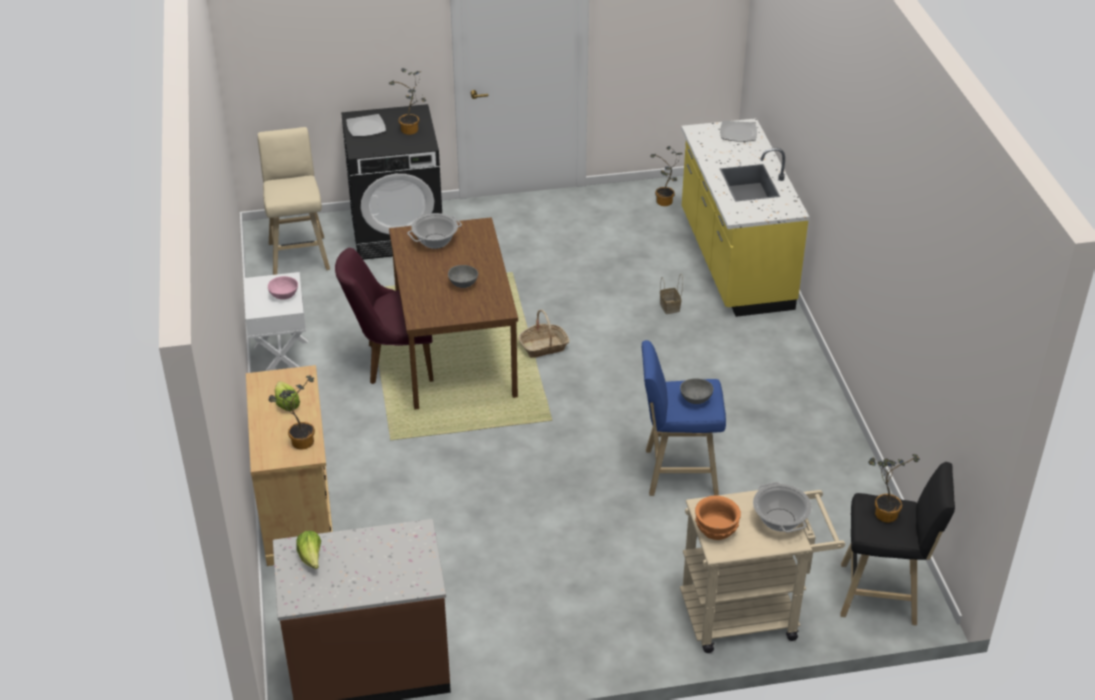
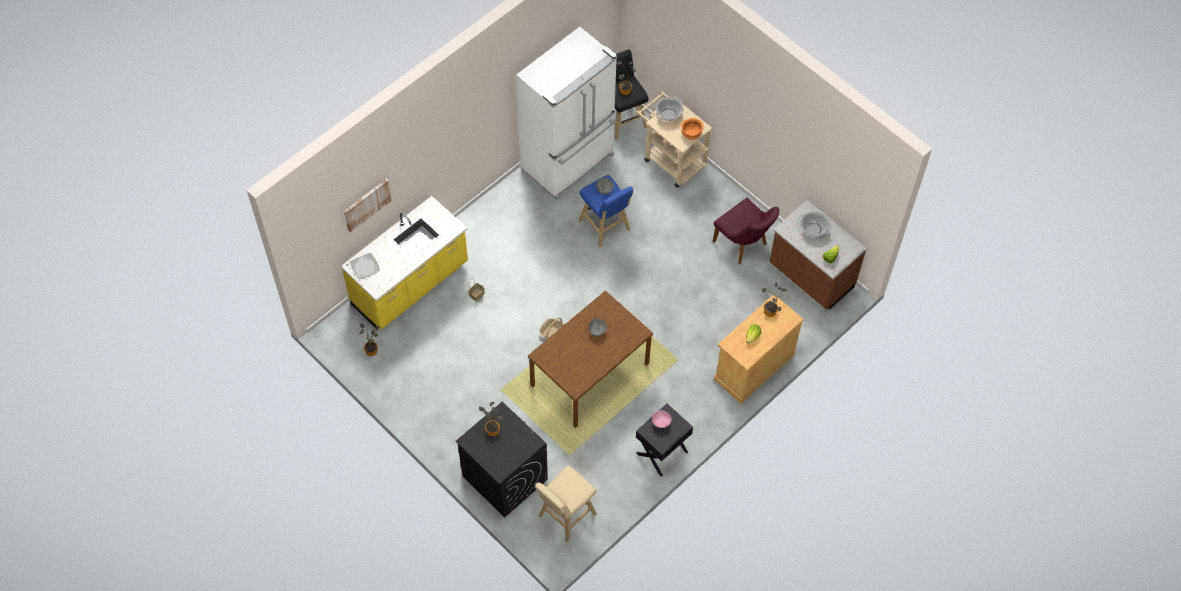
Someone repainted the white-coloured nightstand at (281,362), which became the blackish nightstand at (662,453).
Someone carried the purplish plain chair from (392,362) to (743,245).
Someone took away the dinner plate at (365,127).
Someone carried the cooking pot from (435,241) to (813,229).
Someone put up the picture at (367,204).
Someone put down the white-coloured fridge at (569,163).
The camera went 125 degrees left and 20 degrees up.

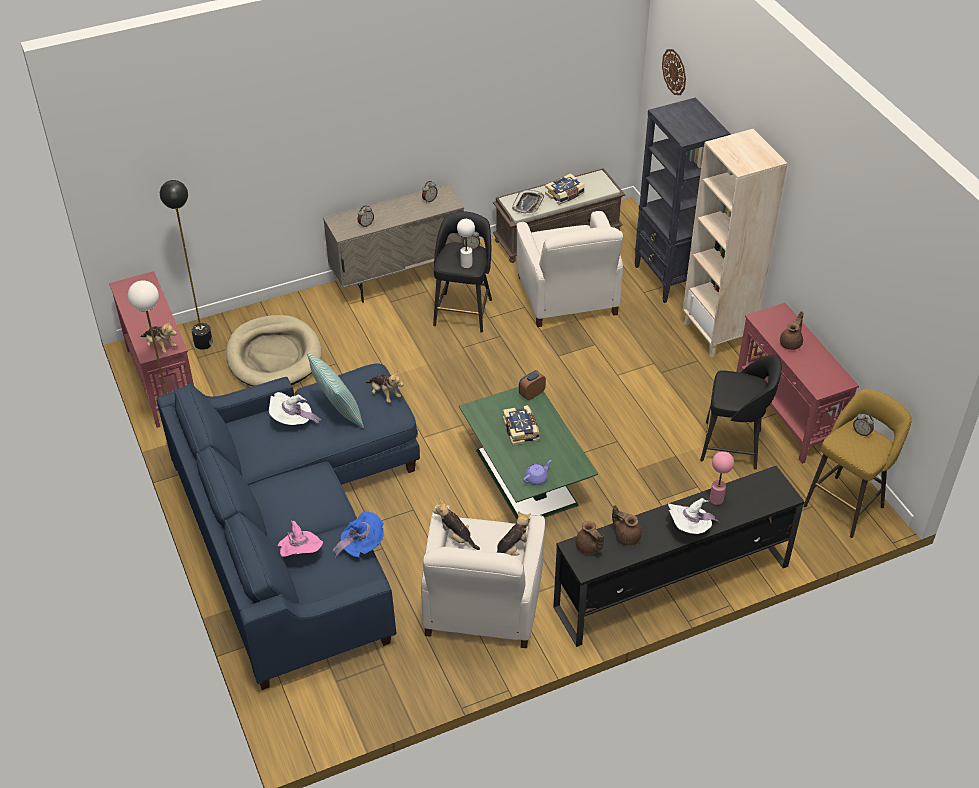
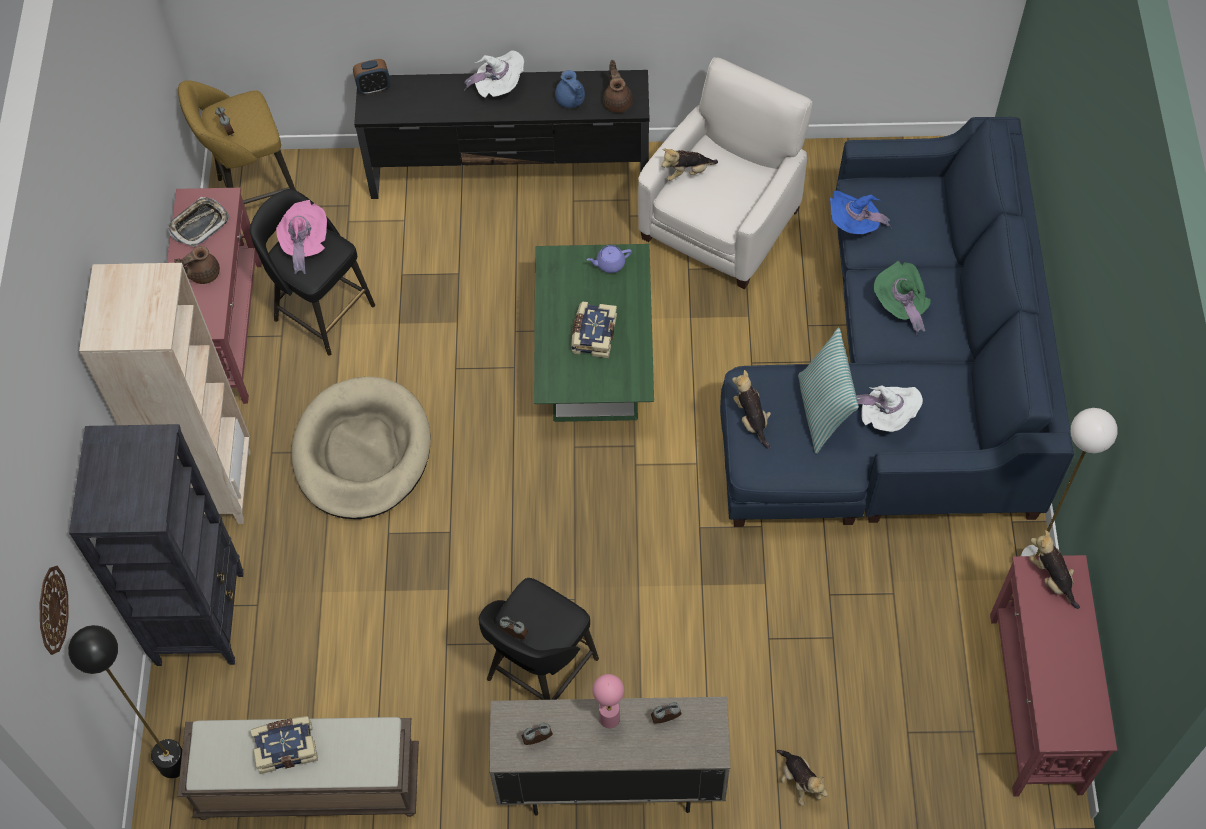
Someone carried the blackish floor lamp from (203,343) to (173,764).
Someone carried the sand-coloured dog cushion from (274,356) to (362,452).
Someone carried the pinkish hat from (300,553) to (303,243).
Someone carried the soft toy from (456,536) to (799,782).
Someone took away the white-coloured tabletop lamp at (466,264).
Someone carried the tray from (528,204) to (199,224).
Someone took away the white-coloured armchair at (567,296).
Someone carried the bedside clock from (531,394) to (374,88).
Someone repainted the brownish pot for tea at (626,536), which became the blue-coloured pot for tea at (570,100).
Someone carried the pinkish tabletop lamp from (716,499) to (609,719).
Someone put down the green hat at (900,305).
The camera went 155 degrees left and 15 degrees up.

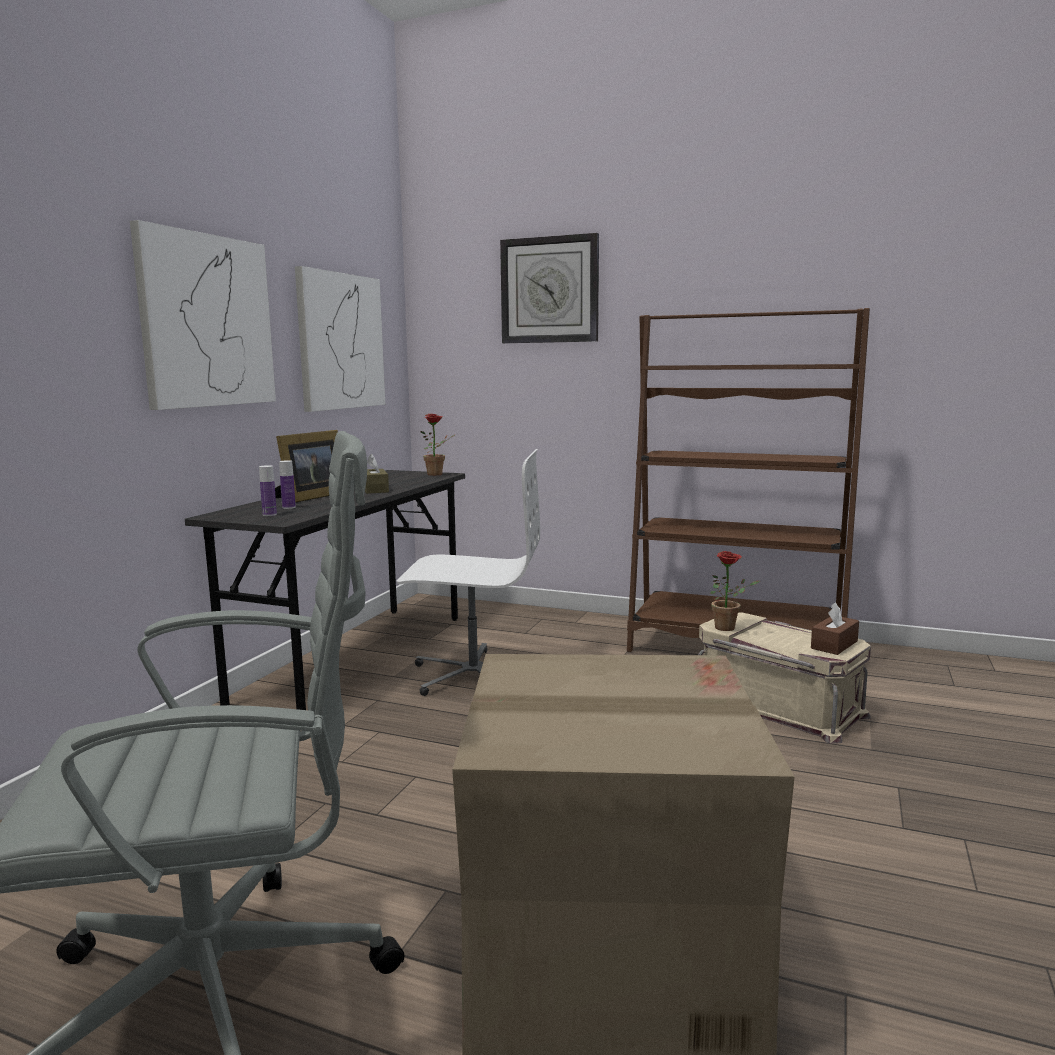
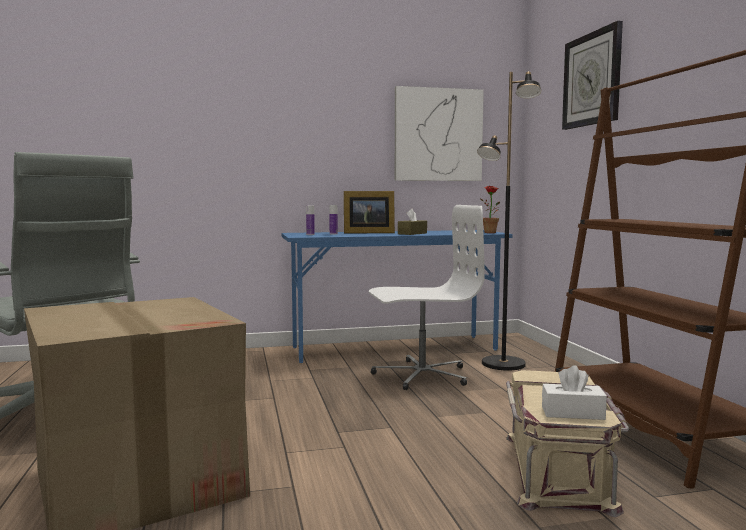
Someone took away the picture at (207,321).
Someone repainted the greyish desk table at (355,657), which became the blue-coloured desk table at (394,348).
Someone rotated the white-coloured computer chair at (473,675) by 75 degrees counterclockwise.
Someone took away the houseplant at (729,628).
Someone repainted the brownish box of tissues at (834,645), which became the white-coloured box of tissues at (572,413).
Someone put down the blackish floor lamp at (503,364).
The camera went 55 degrees right and 5 degrees down.

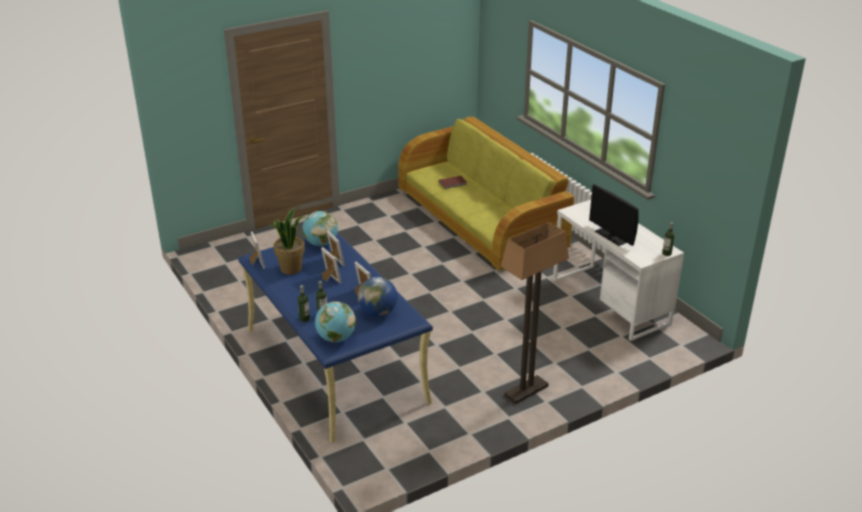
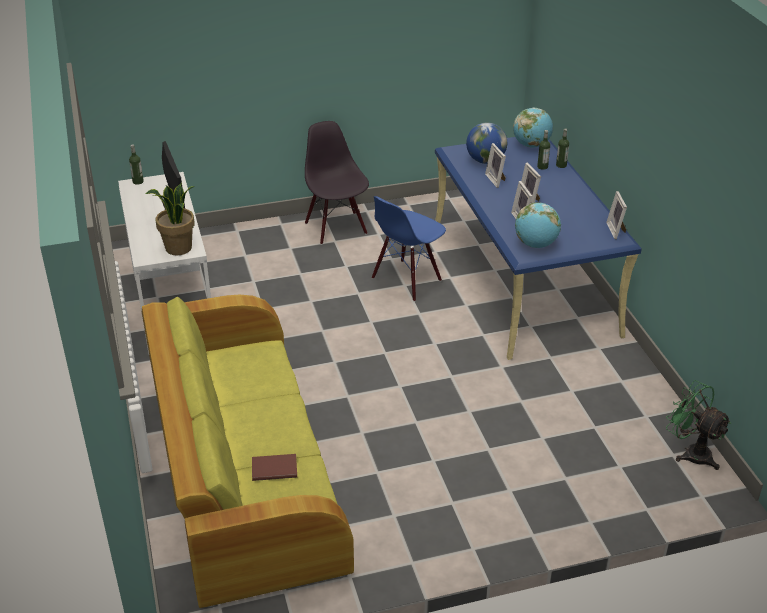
Someone carried the houseplant from (291,268) to (178,248).
Someone swapped the floor lamp at (526,391) for the blackish plain chair at (336,228).
Someone put down the blue-coloured plain chair at (406,280).
Someone put down the green electric fan at (691,452).
The camera went 165 degrees left and 5 degrees up.

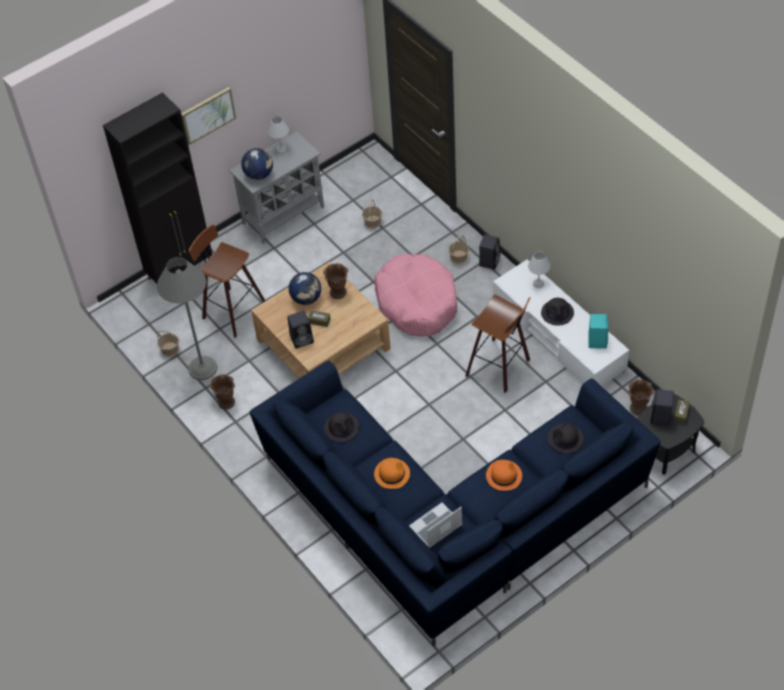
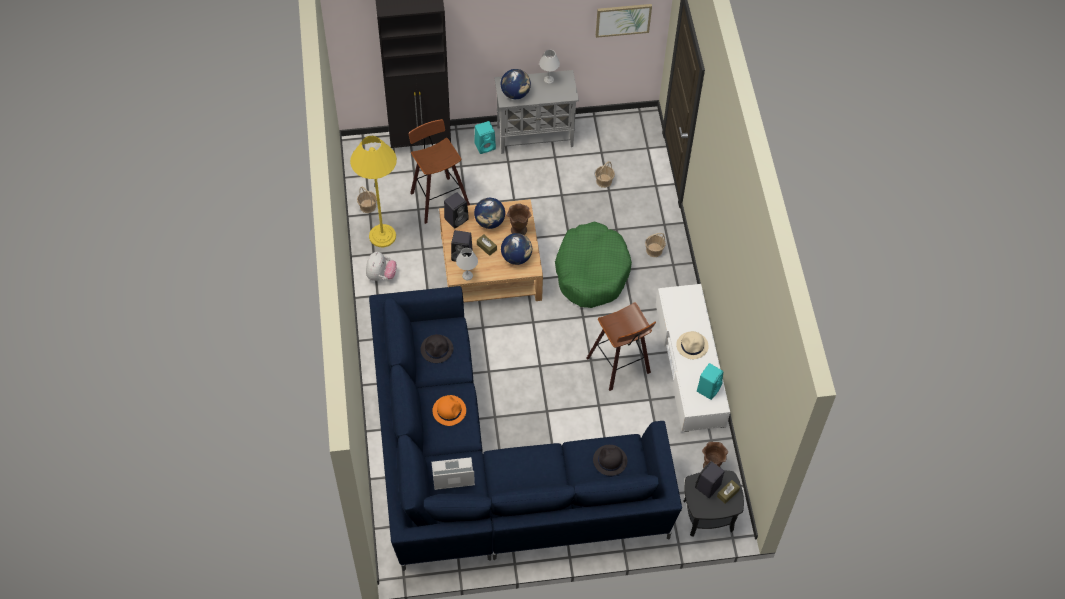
Someone repainted the greyish floor lamp at (203,368), which became the yellow floor lamp at (382,236).
Someone carried the picture from (207,115) to (623,19).
Someone swapped the brownish vase at (226,402) for the soft toy at (381,275).
Someone repainted the pinkish dog cushion at (417,302), which became the green dog cushion at (591,271).
Someone carried the blackish speaker from (489,261) to (456,218).
Someone took away the orange hat at (503,475).
Someone carried the white-coloured tabletop lamp from (538,283) to (467,275).
Someone repainted the blackish hat at (557,313), which became the sand-coloured hat at (692,346).
Someone put down the turquoise speaker at (485,146).
Someone put down the globe at (516,257).
The camera went 25 degrees right and 5 degrees up.

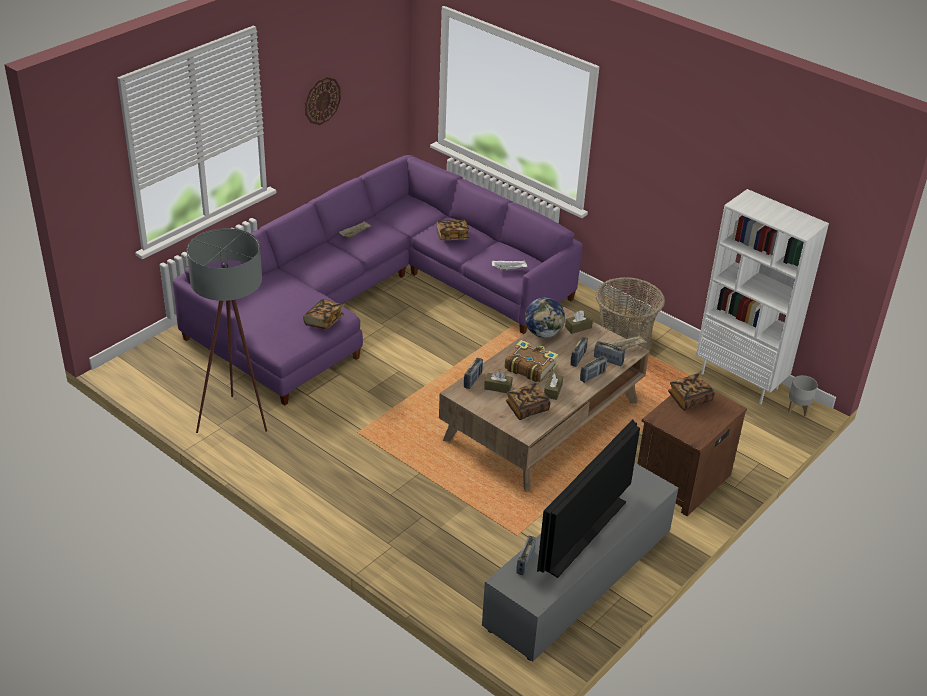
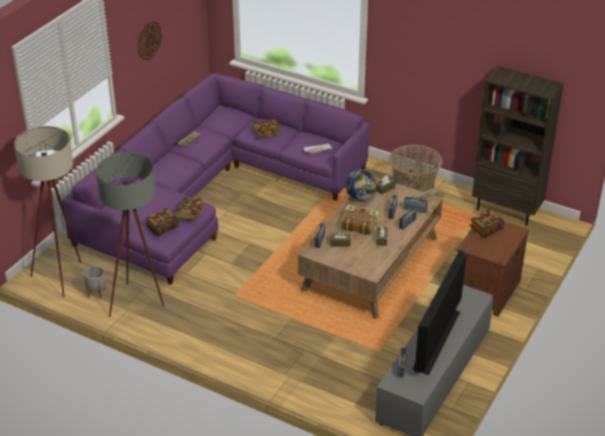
Someone carried the volume from (527,408) to (162,227).
Someone repainted the white-coloured bookshelf at (740,381), which became the brownish bookshelf at (507,210).
Someone carried the greyish flower pot from (798,409) to (96,293).
Someone put down the sand-coloured floor lamp at (63,275).
The camera went 10 degrees left and 0 degrees up.

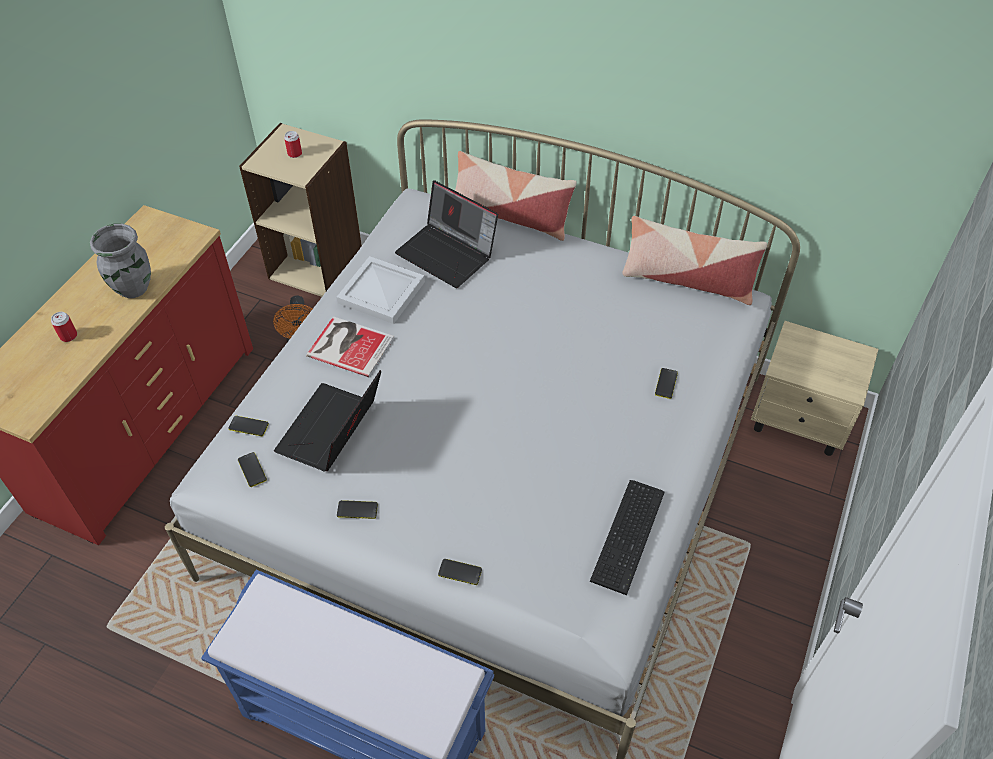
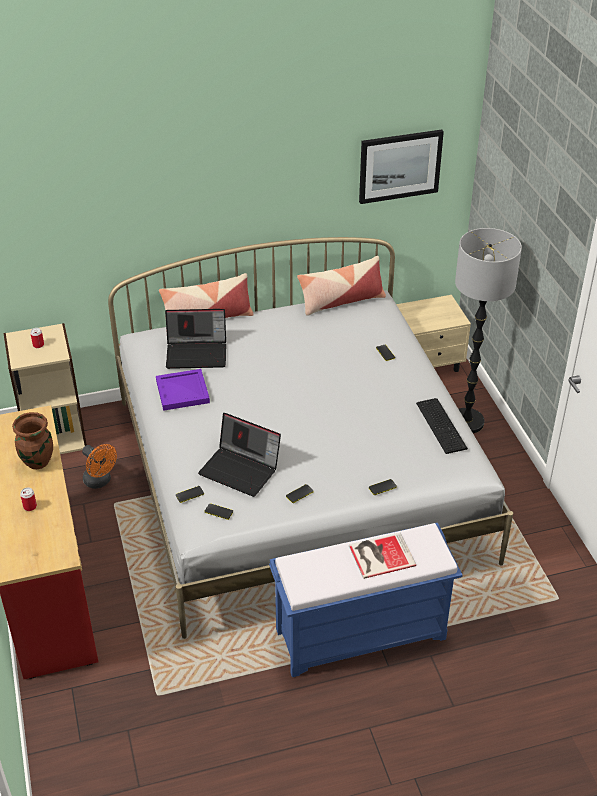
Someone repainted the greyish vase at (133,288), which became the brownish vase at (37,462).
Someone rotated the laptop at (331,432) by 45 degrees counterclockwise.
Someone carried the volume from (349,345) to (380,555).
Someone repainted the white-coloured tray at (382,293), which became the purplish tray at (183,392).
Someone put up the picture at (400,166).
Someone put down the floor lamp at (466,422).
The camera went 40 degrees left and 10 degrees down.

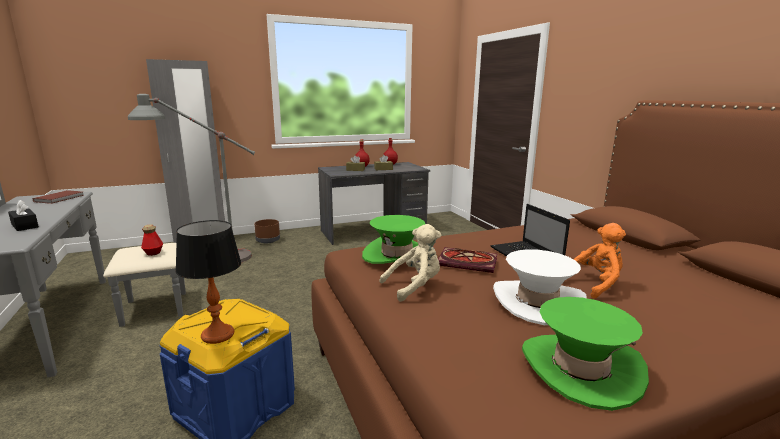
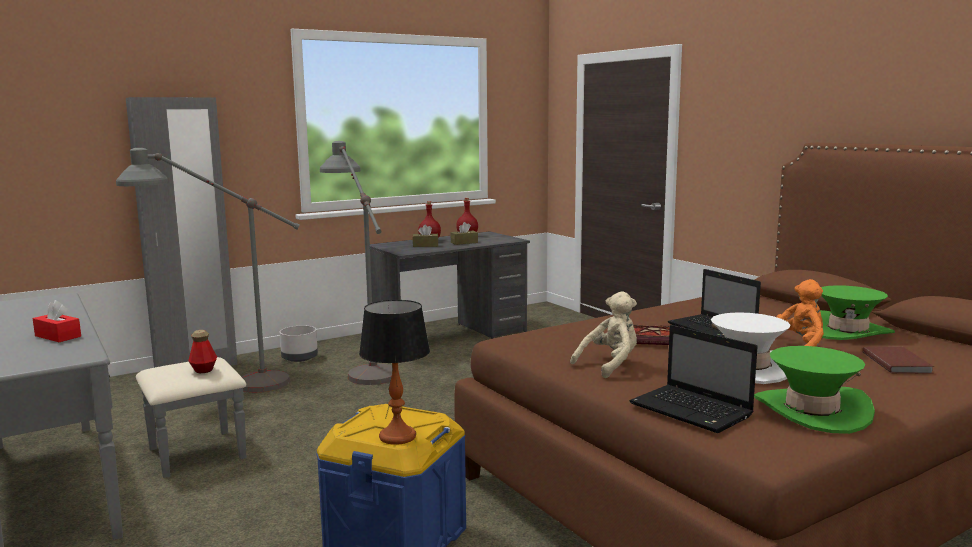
Someone repainted the blackish box of tissues at (25,226), which became the reddish box of tissues at (58,336).
Someone carried the brownish volume from (60,198) to (897,362).
Someone repainted the brownish flower pot at (268,240), which became the greyish flower pot at (300,358).
Someone carried the green hat from (396,255) to (847,331).
Someone put down the greyish floor lamp at (363,365).
Someone put down the laptop at (693,411).
The camera went 10 degrees left and 5 degrees down.

